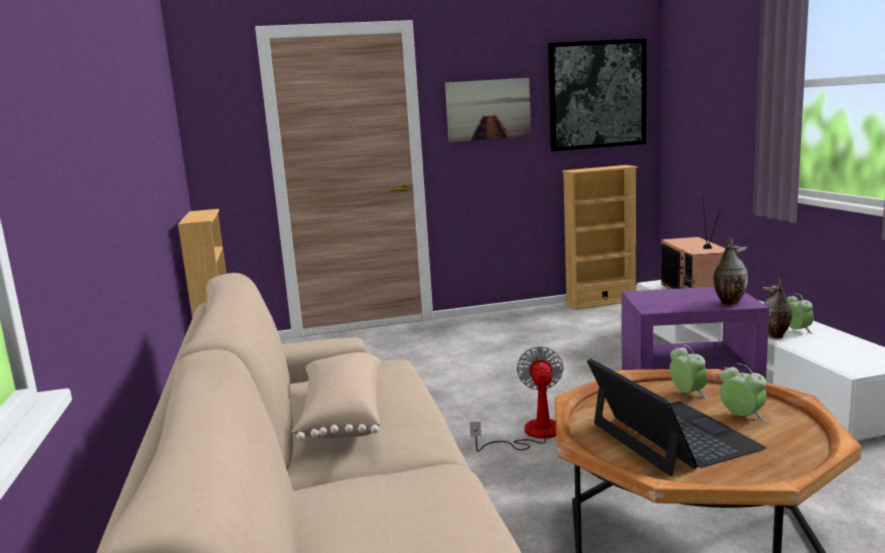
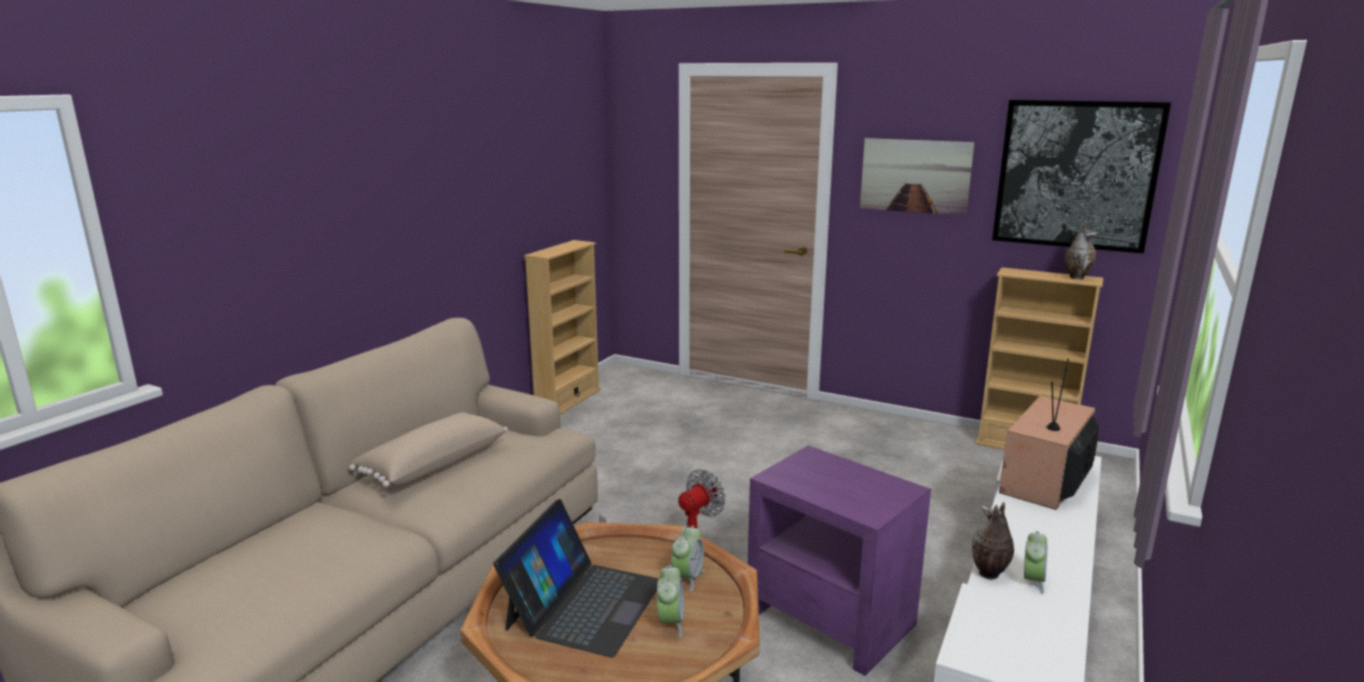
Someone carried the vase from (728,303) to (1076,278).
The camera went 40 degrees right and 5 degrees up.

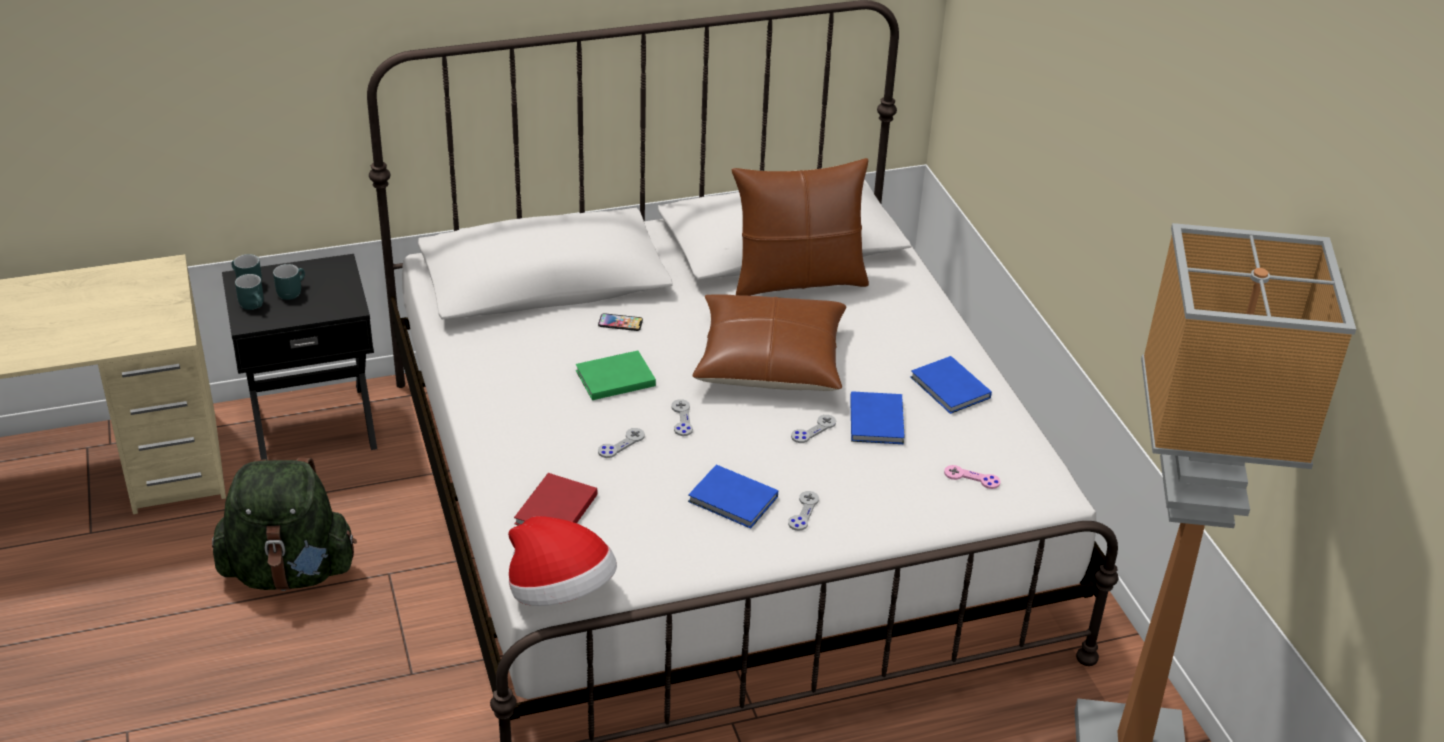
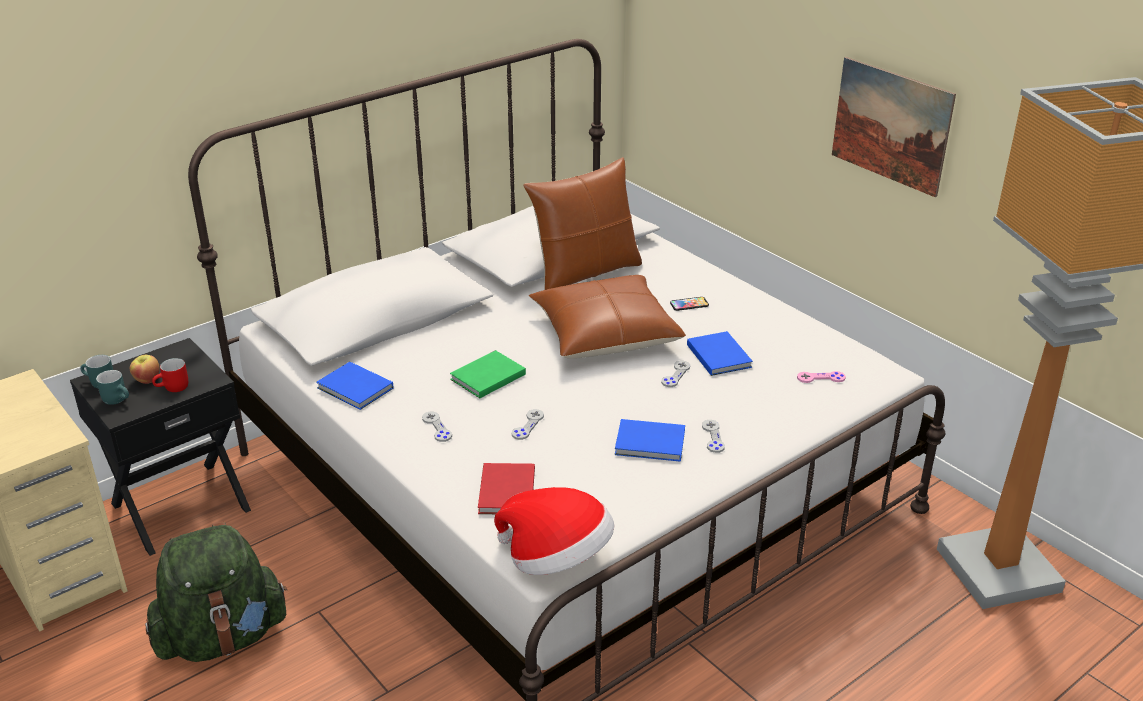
Someone swapped the turquoise coffee mug at (290,291) for the apple fruit at (147,380).
Someone carried the telephone from (620,323) to (689,304).
Someone carried the greyish gamepad from (682,419) to (437,427).
Someone carried the blue-coloured volume from (950,389) to (355,389).
Someone put down the reddish coffee mug at (173,388).
Someone put up the picture at (891,125).
The camera went 20 degrees left and 5 degrees down.

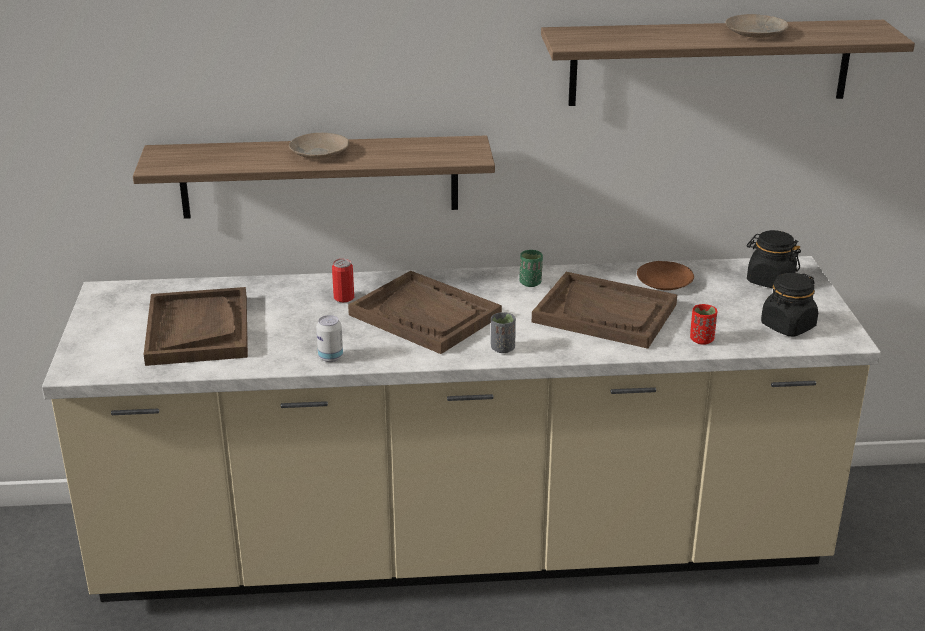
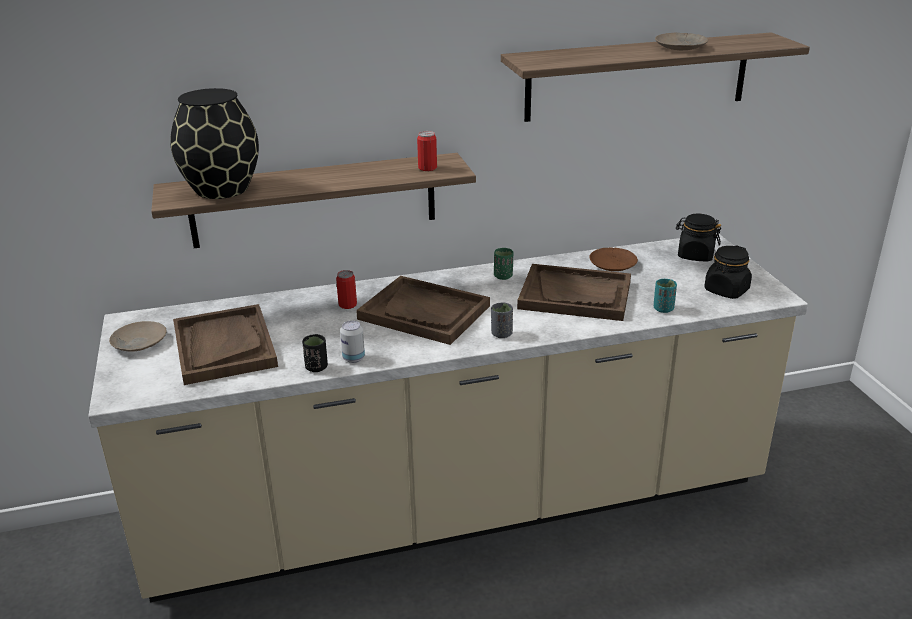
Someone carried the sand-coloured dinner plate from (319,153) to (139,343).
Someone repainted the reddish drinking cup at (701,340), which became the turquoise drinking cup at (663,309).
Someone put down the blackish vase at (222,189).
Someone put down the blackish drinking cup at (316,367).
Someone put down the sealed can at (427,168).
The camera went 10 degrees left and 0 degrees up.

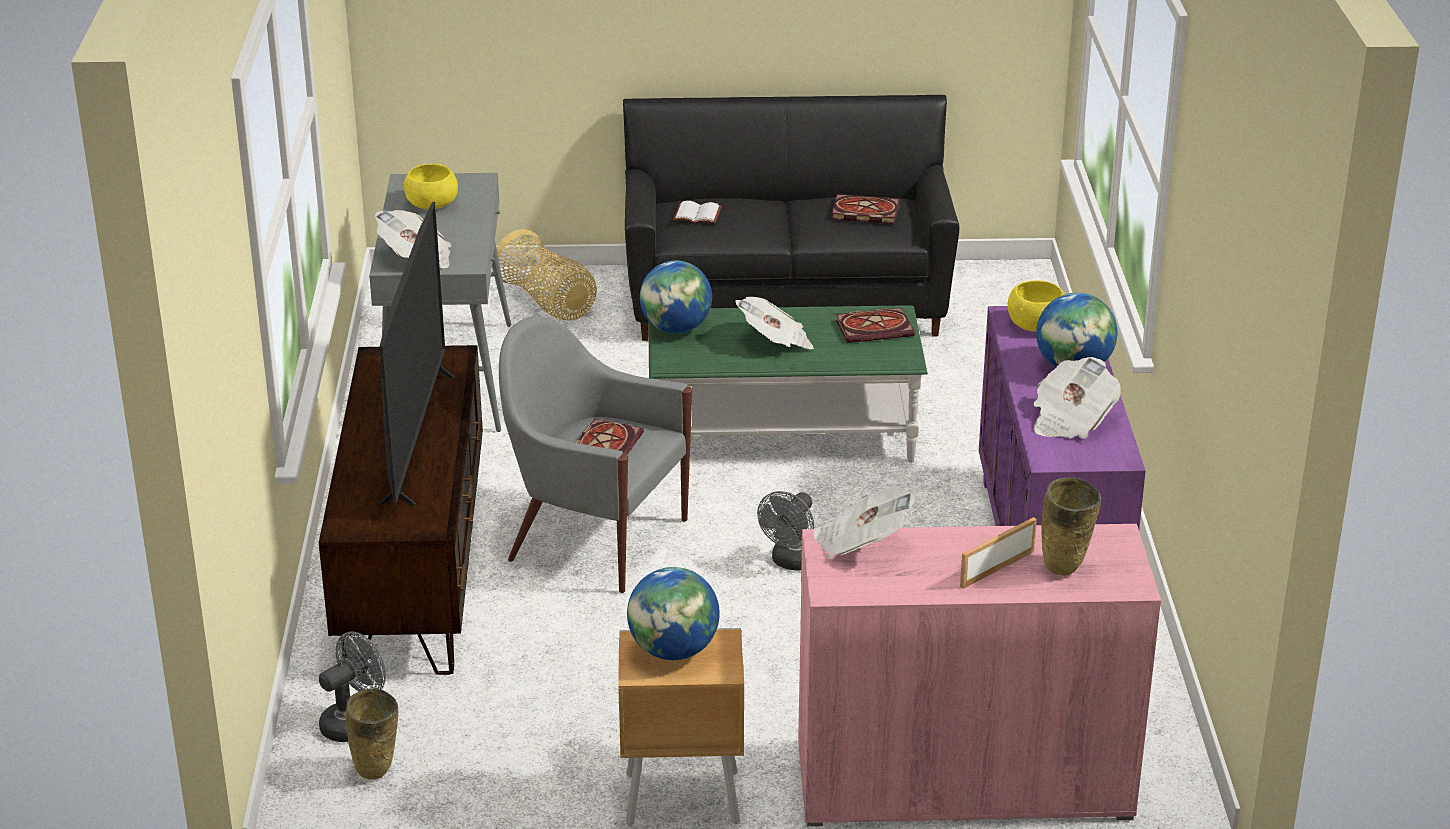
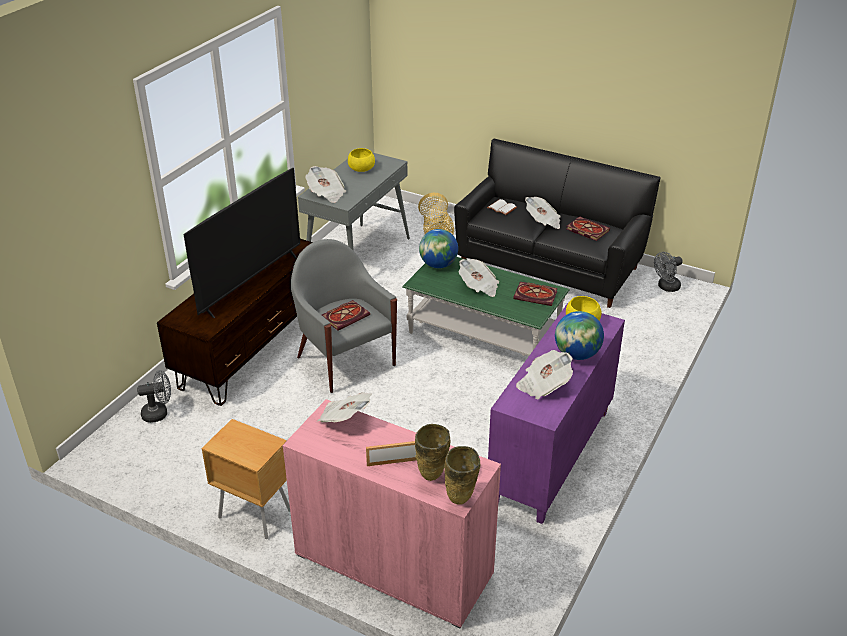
Someone carried the sand-coloured vase from (376,773) to (460,500).
Someone took away the globe at (673,651).
Someone carried the greyish electric fan from (791,562) to (666,287).
Someone put down the daily paper at (543,222).
The camera went 30 degrees right and 5 degrees up.

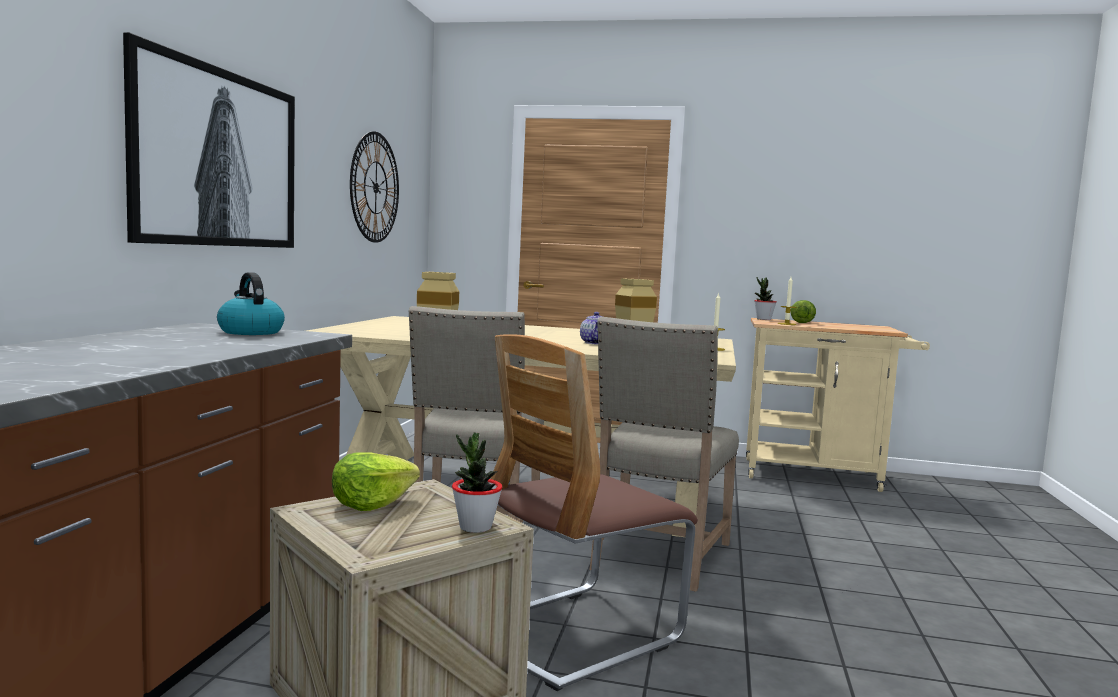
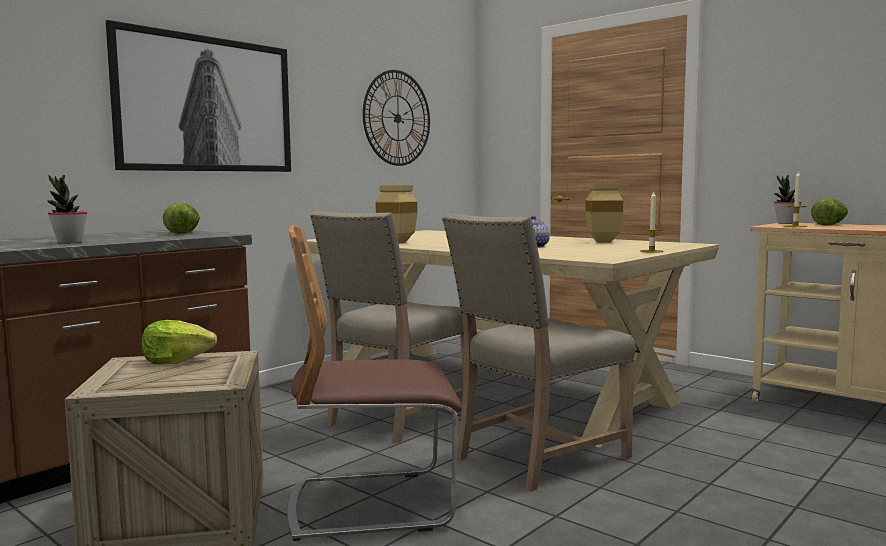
Someone swapped the tea kettle at (250,332) for the lettuce at (183,233).
Someone carried the houseplant from (475,527) to (69,242).
The camera went 30 degrees right and 0 degrees up.

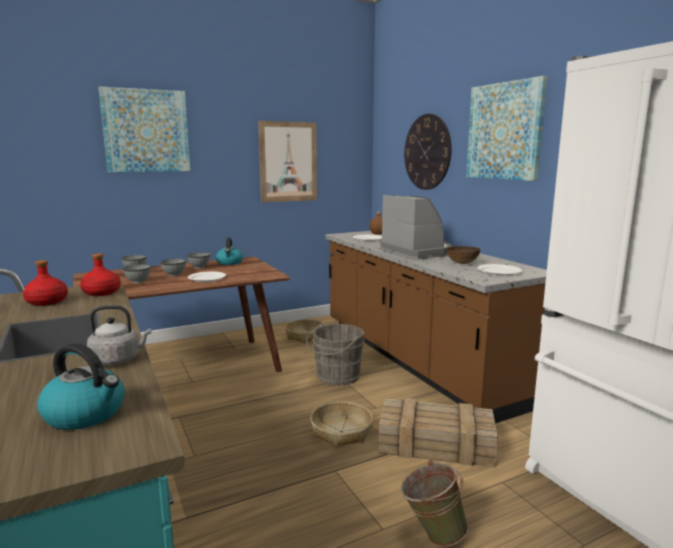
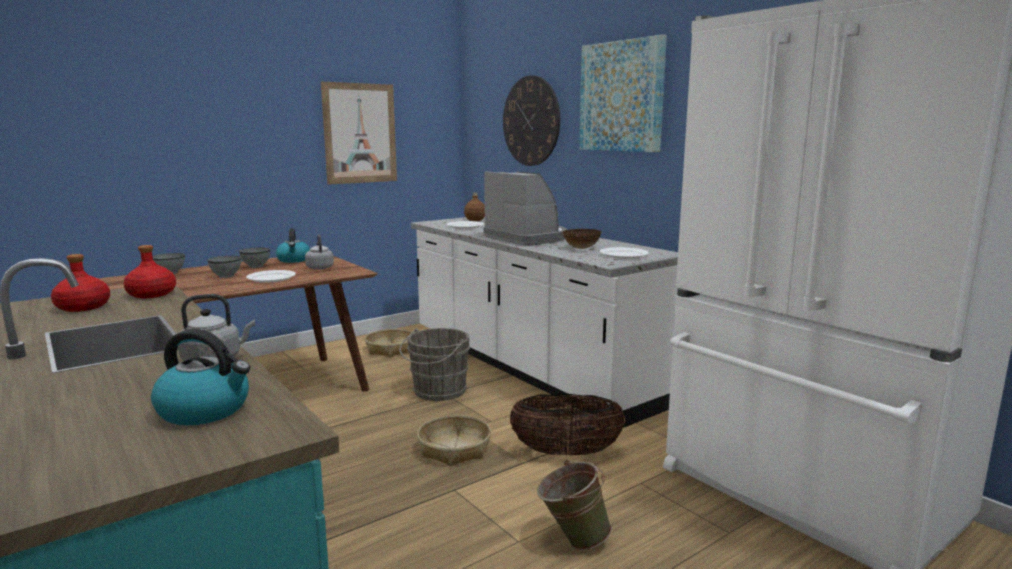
Someone took away the picture at (146,131).
Someone took away the greyish serving bowl at (138,281).
Someone repainted the brownish kitchen counter at (416,360), which became the white-coloured kitchen counter at (529,367).
Someone swapped the crate at (437,444) for the basket at (566,453).
Someone put down the greyish tea kettle at (320,267).
The camera went 10 degrees left and 0 degrees up.

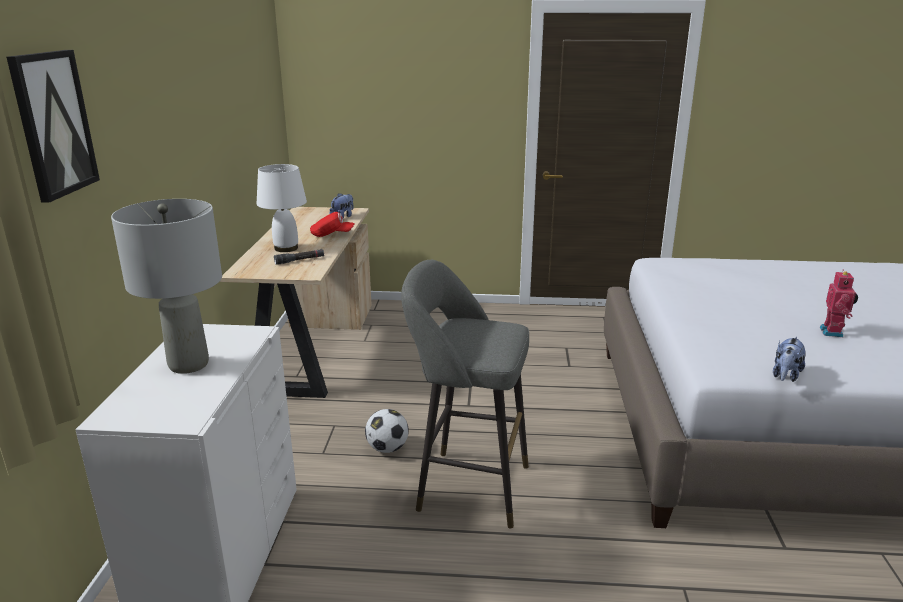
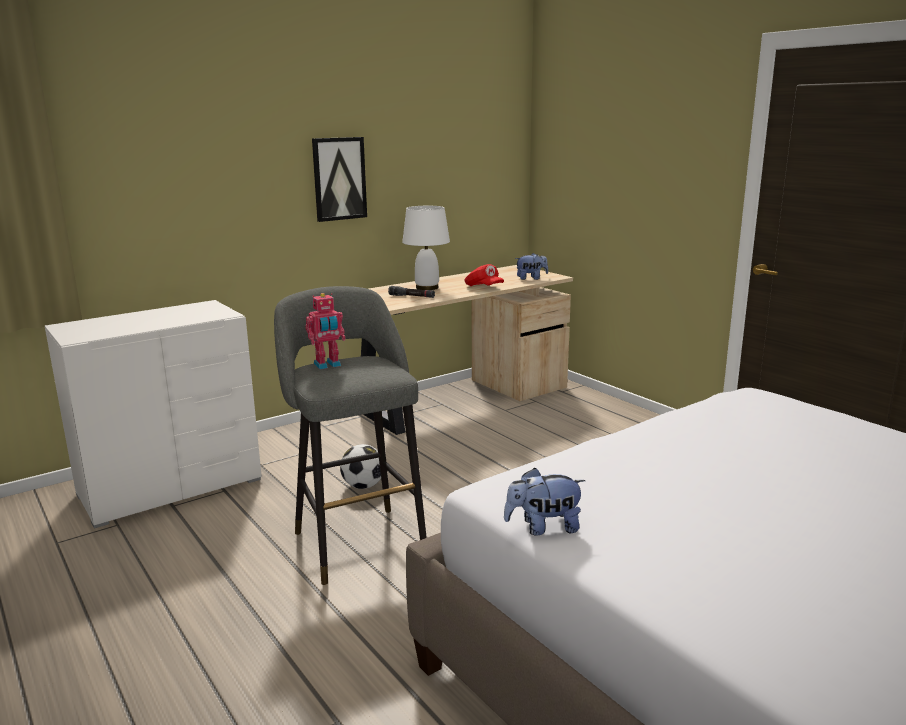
Someone carried the picture from (53,124) to (339,179).
Someone took away the greyish tabletop lamp at (188,365).
Someone carried the robot figure from (833,332) to (328,365).
The camera went 50 degrees right and 5 degrees down.

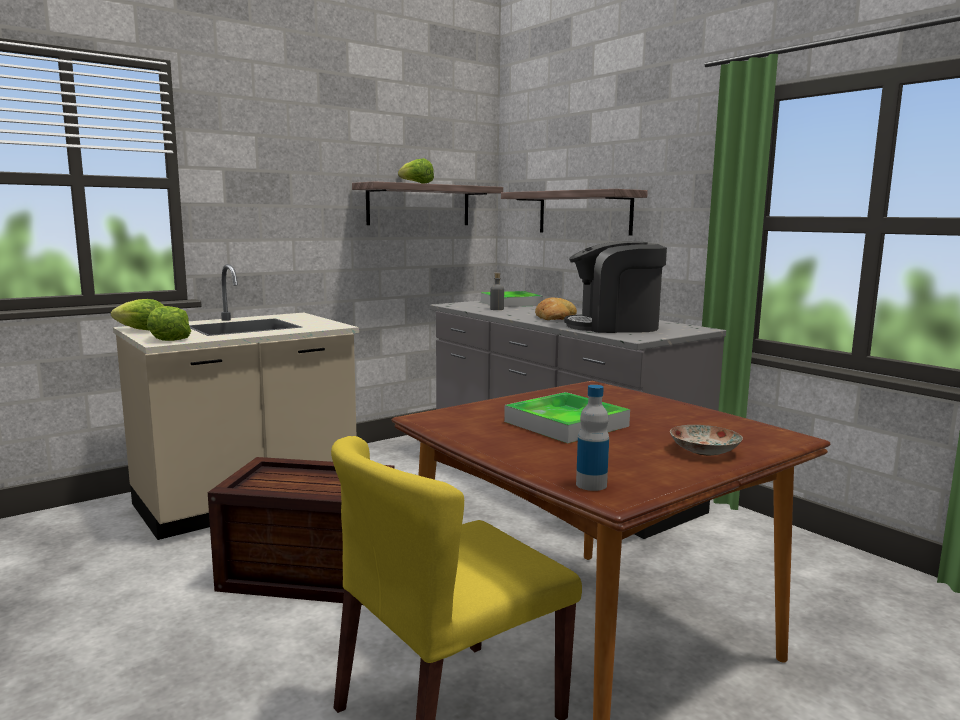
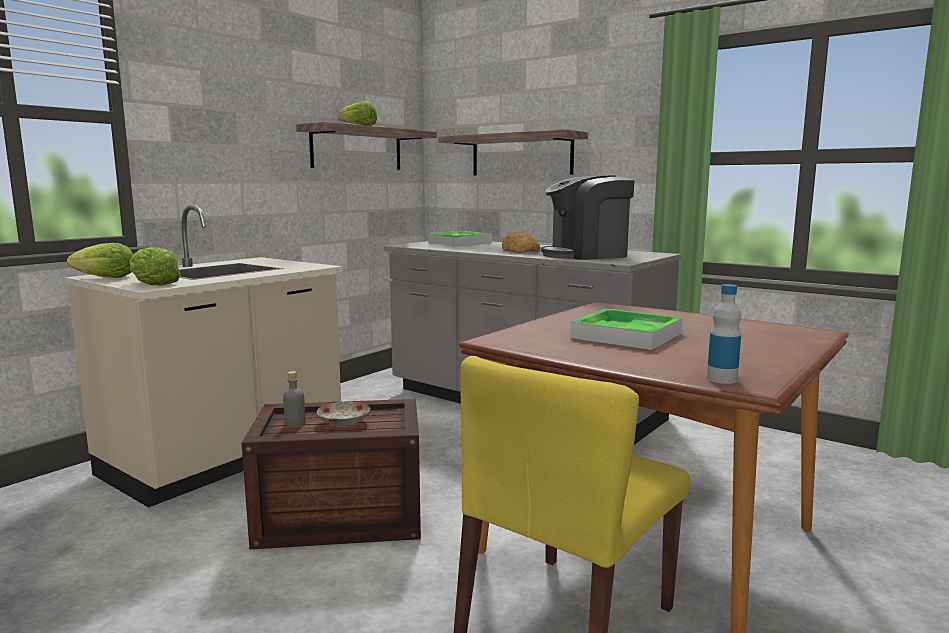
Someone carried the greyish beverage bottle from (497,309) to (295,423).
Someone carried the dinner plate from (703,451) to (343,422).
The camera went 15 degrees left and 0 degrees up.

